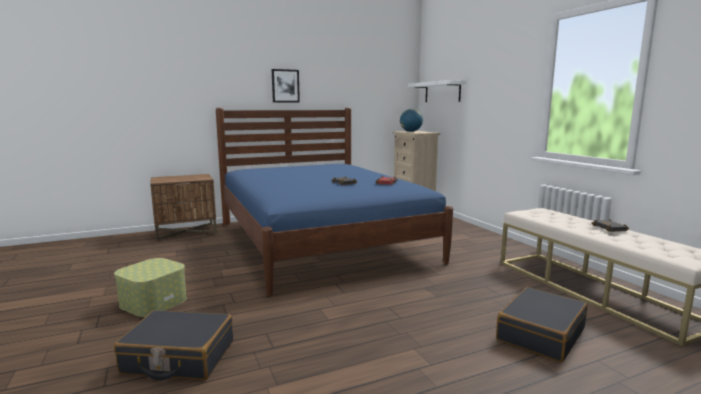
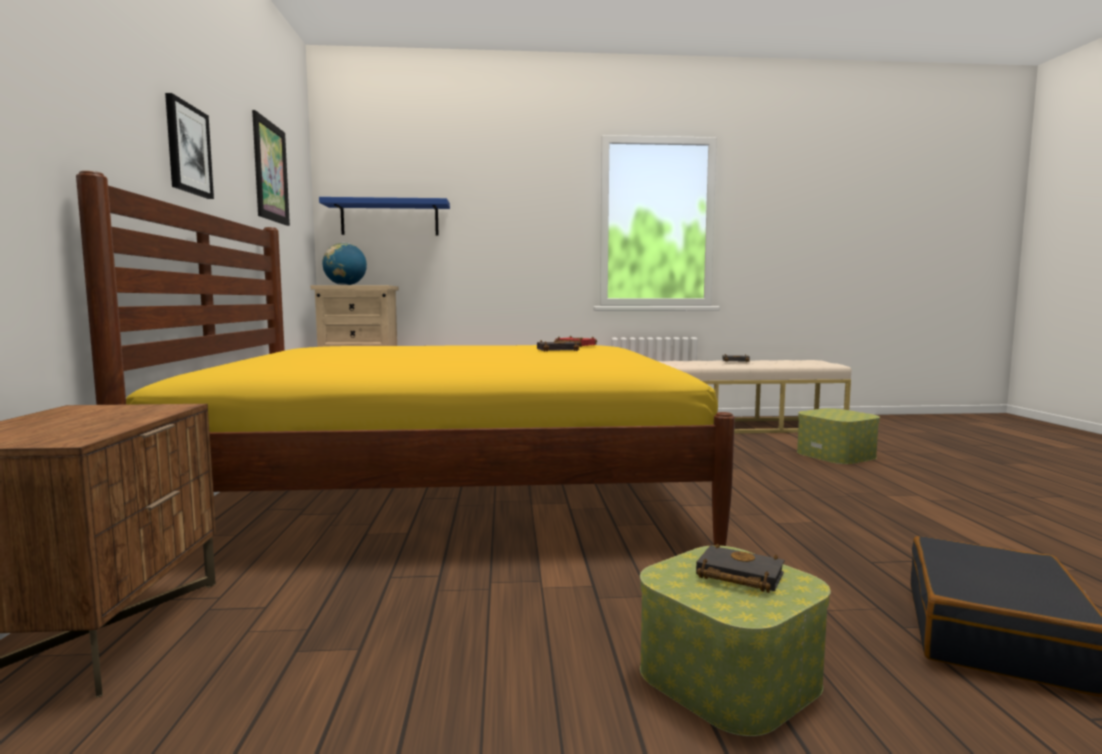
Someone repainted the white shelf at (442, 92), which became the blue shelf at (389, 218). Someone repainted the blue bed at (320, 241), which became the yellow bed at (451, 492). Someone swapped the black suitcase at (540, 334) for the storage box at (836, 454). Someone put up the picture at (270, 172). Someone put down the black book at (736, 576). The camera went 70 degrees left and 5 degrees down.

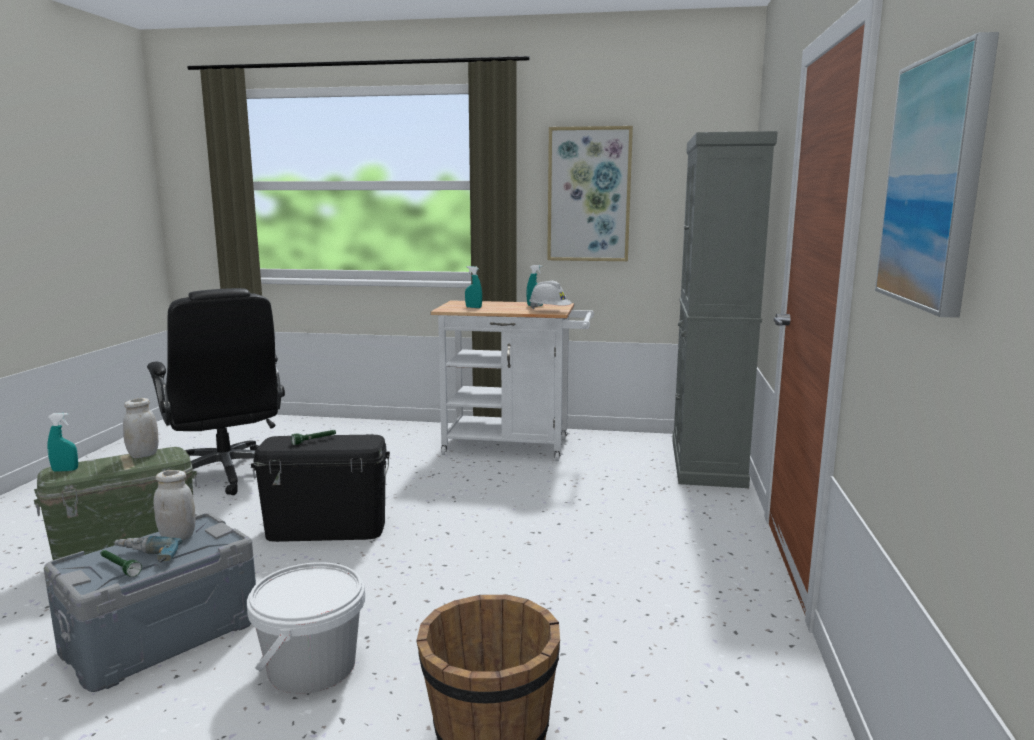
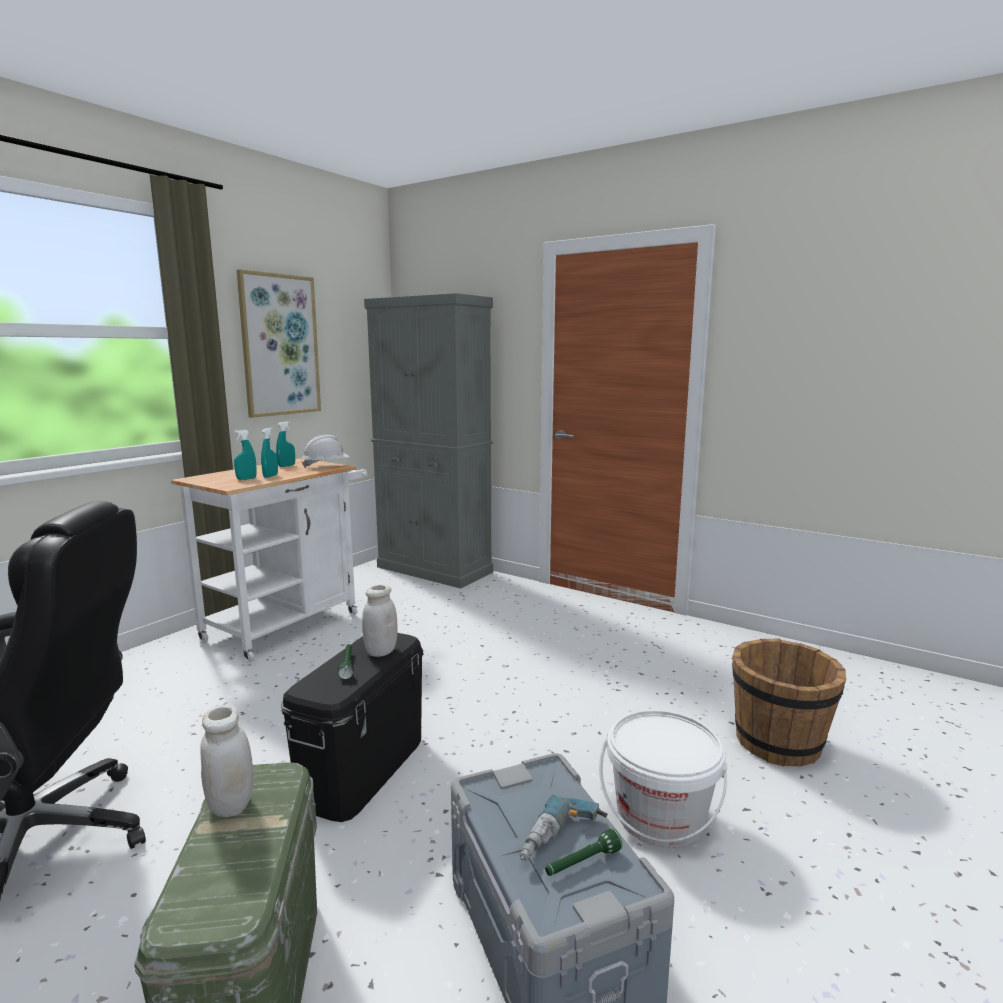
Someone took away the picture at (935, 182). Someone carried the turquoise spray bottle from (65, 470) to (270, 476). Someone carried the white jar from (177, 537) to (380, 651). The camera went 65 degrees left and 0 degrees up.

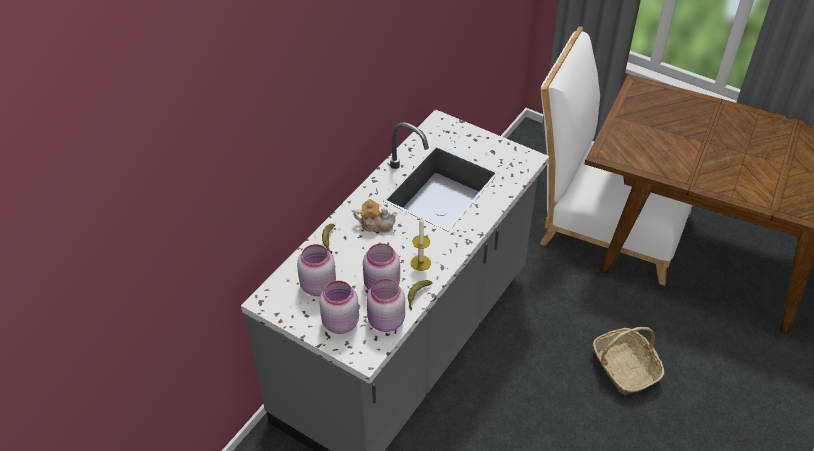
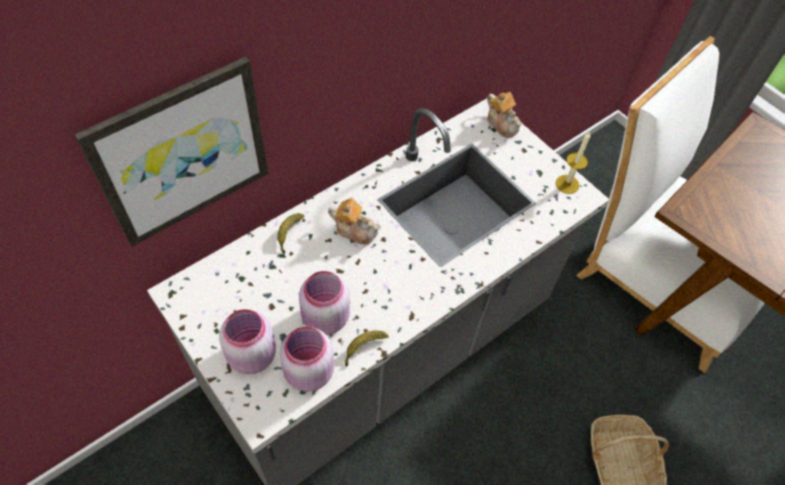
Someone carried the candle from (420, 263) to (567, 184). Someone took away the pink jar at (317, 285). Someone put up the picture at (182, 153). Someone put down the teapot at (502, 124). The camera went 15 degrees right and 10 degrees up.

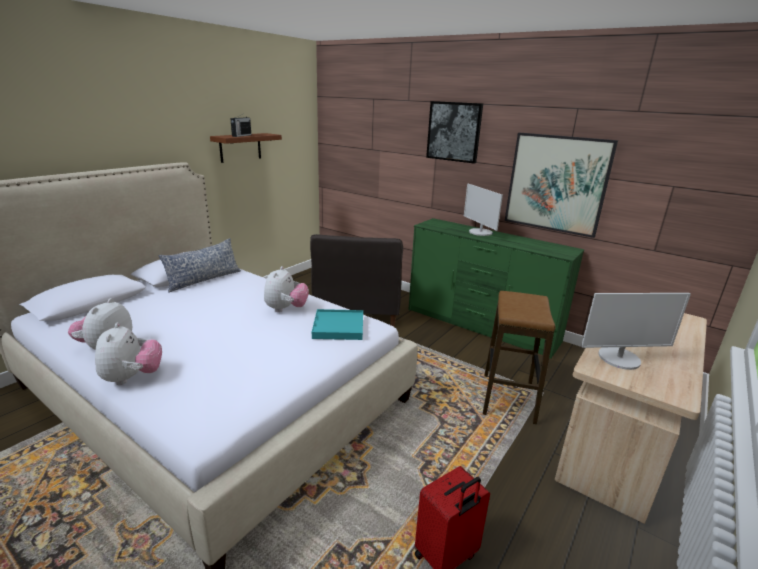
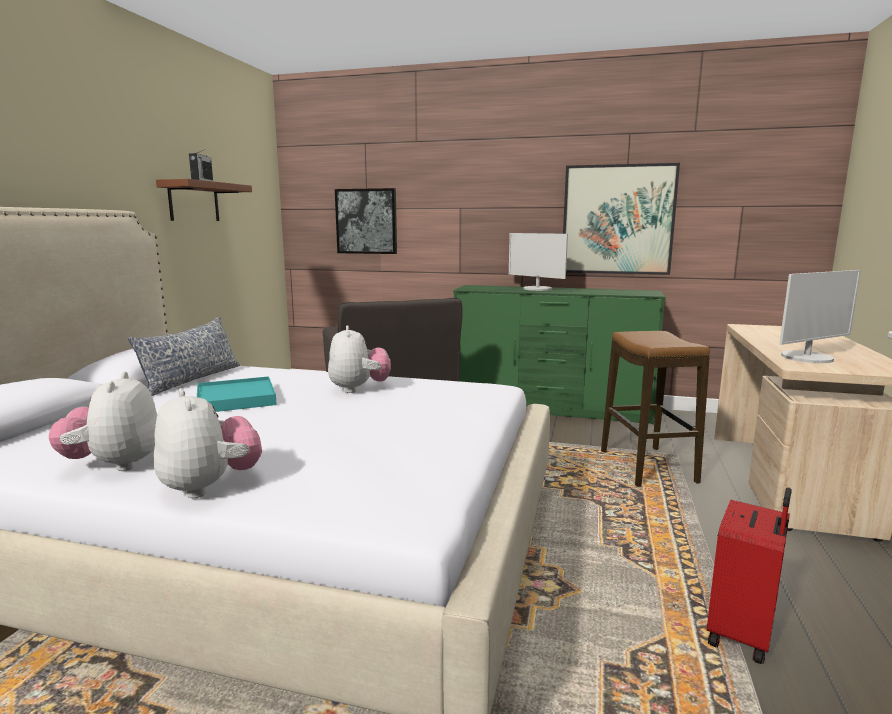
Someone carried the picture from (454, 131) to (366, 221). Someone carried the turquoise tray from (338, 327) to (236, 399). The camera went 20 degrees left and 10 degrees down.

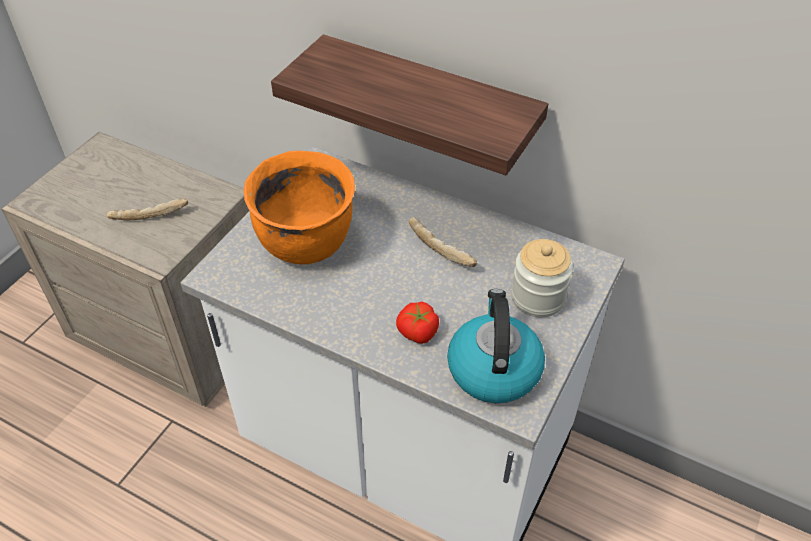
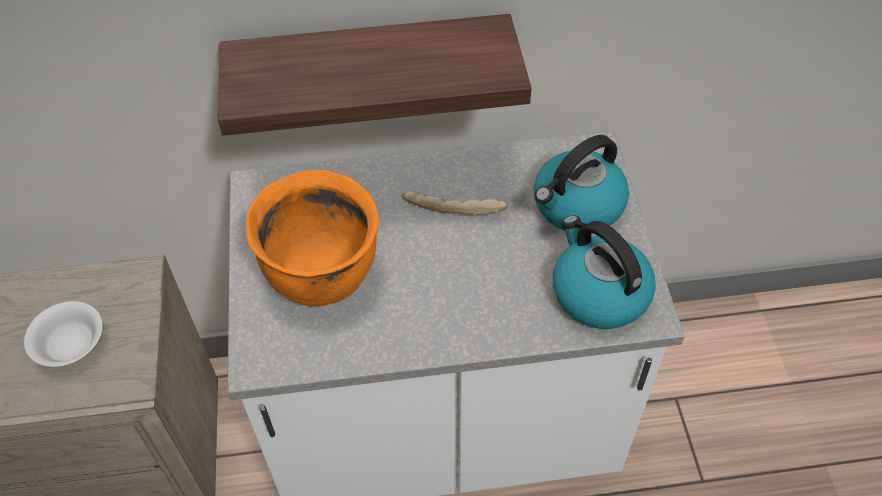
Someone swapped the bread at (149, 215) for the white bowl at (71, 344). Someone swapped the jar at (537, 297) for the kettle at (577, 206). Someone took away the tomato at (417, 331). The camera went 35 degrees left and 5 degrees up.

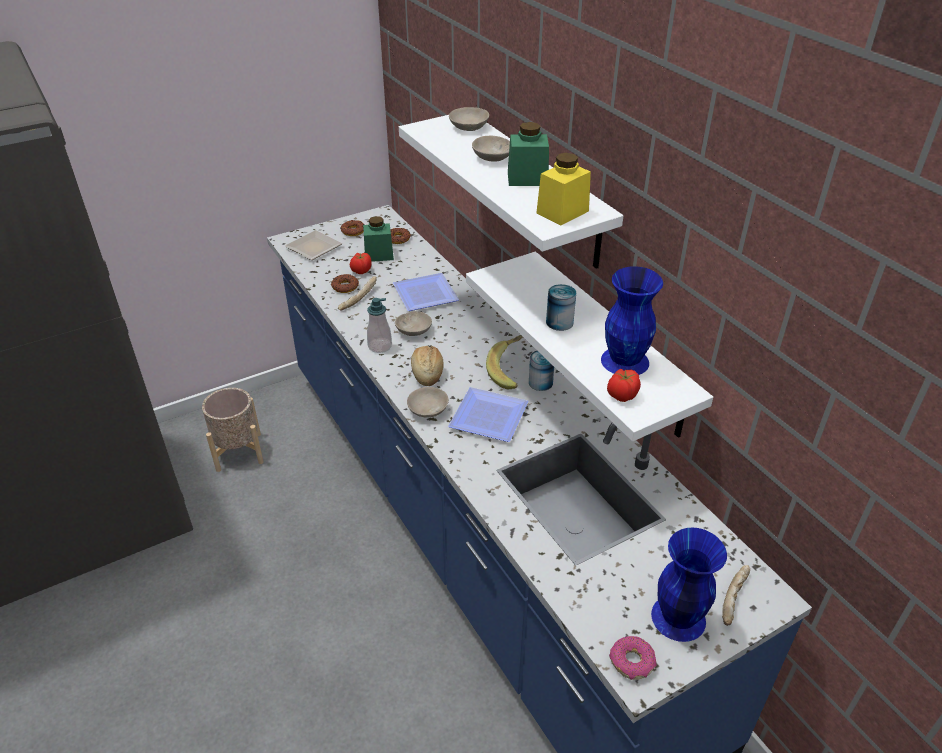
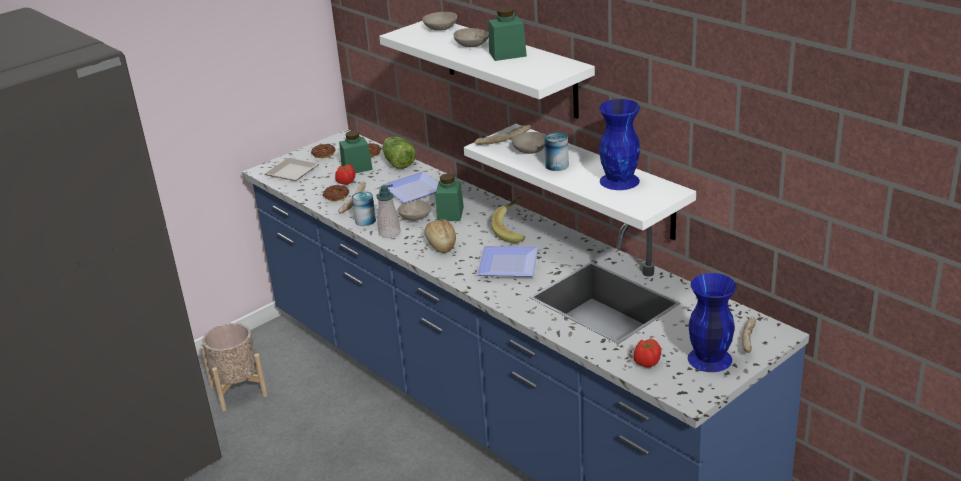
Someone took away the yellow jar at (562, 212). Someone carried the can from (540, 383) to (365, 221). Someone carried the tomato from (622, 395) to (646, 362). Someone carried the beige bowl from (428, 409) to (530, 150). Someone took away the donut at (632, 662). Someone put down the bread at (503, 140). Someone put down the lettuce at (398, 162). Someone put down the green jar at (450, 214). The camera went 10 degrees left and 10 degrees down.

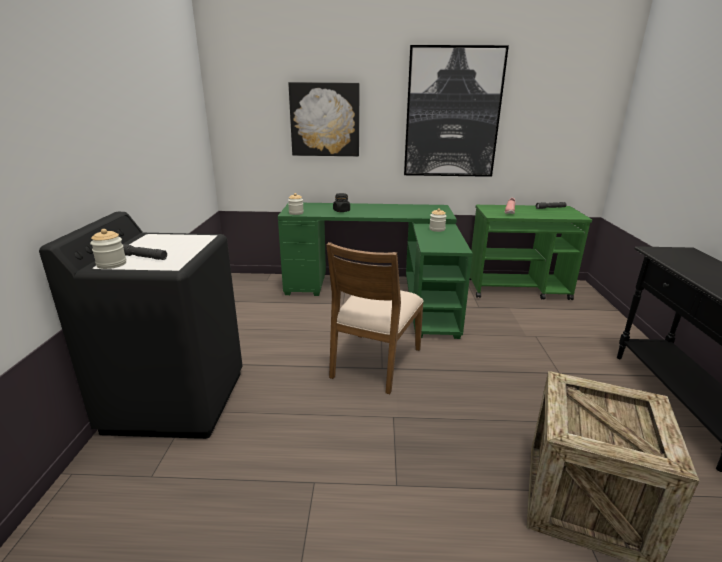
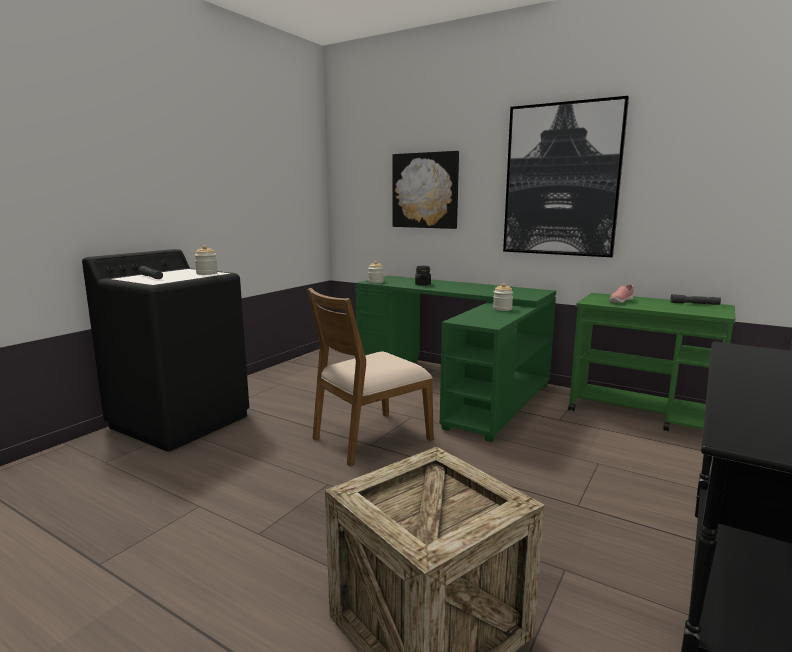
Someone carried the jar from (111, 264) to (207, 273). The camera went 30 degrees right and 10 degrees down.

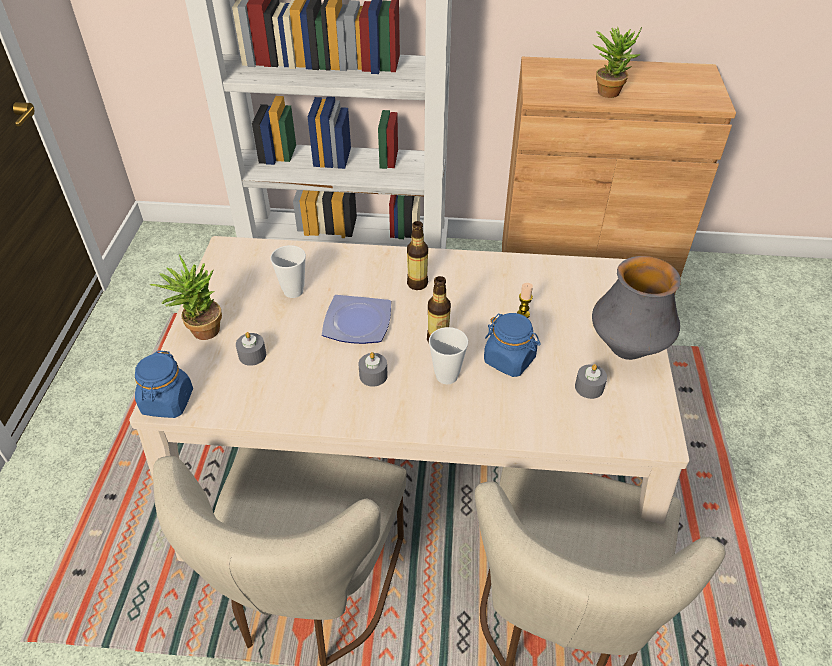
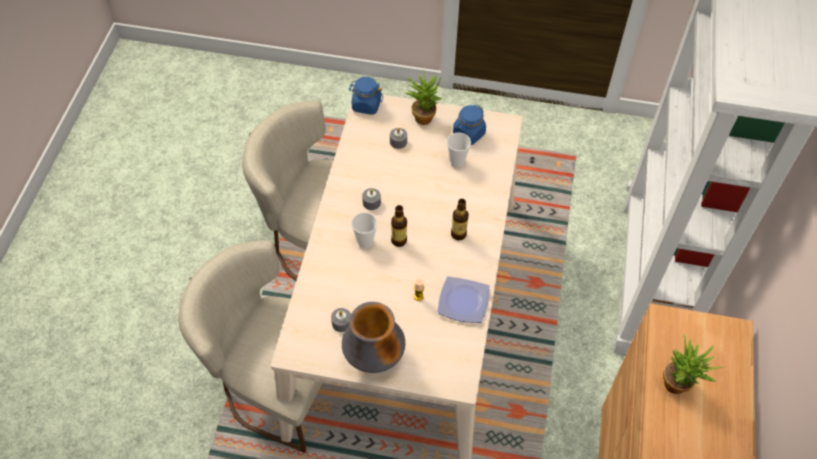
Someone carried the plate from (359, 322) to (464, 303). Someone carried the blue jar from (509, 360) to (468, 134). The camera went 95 degrees right and 10 degrees up.

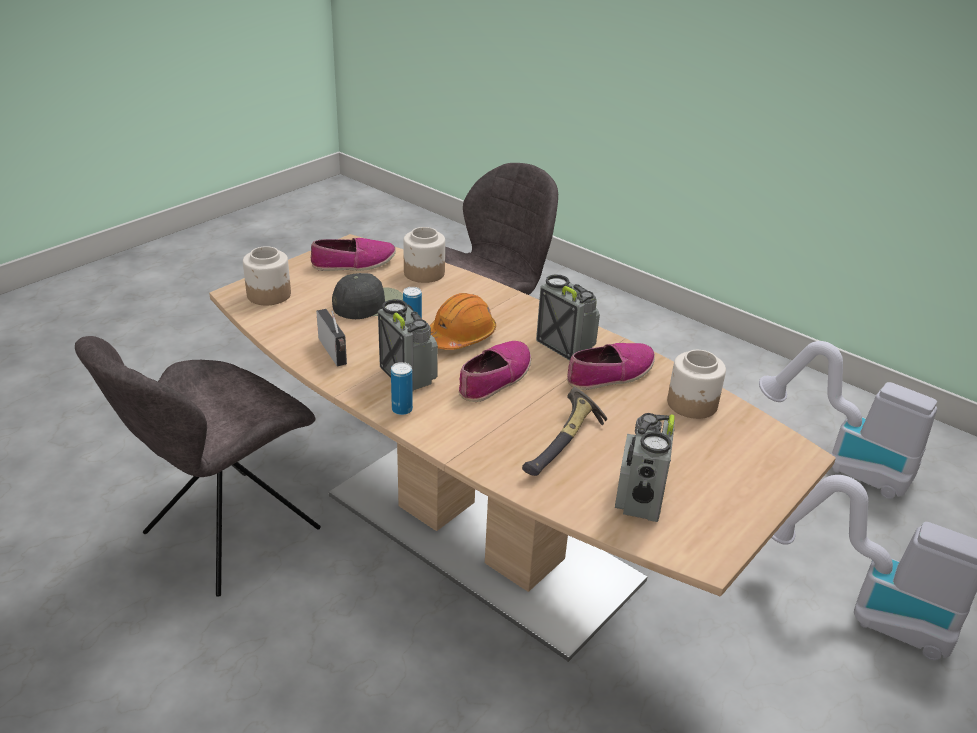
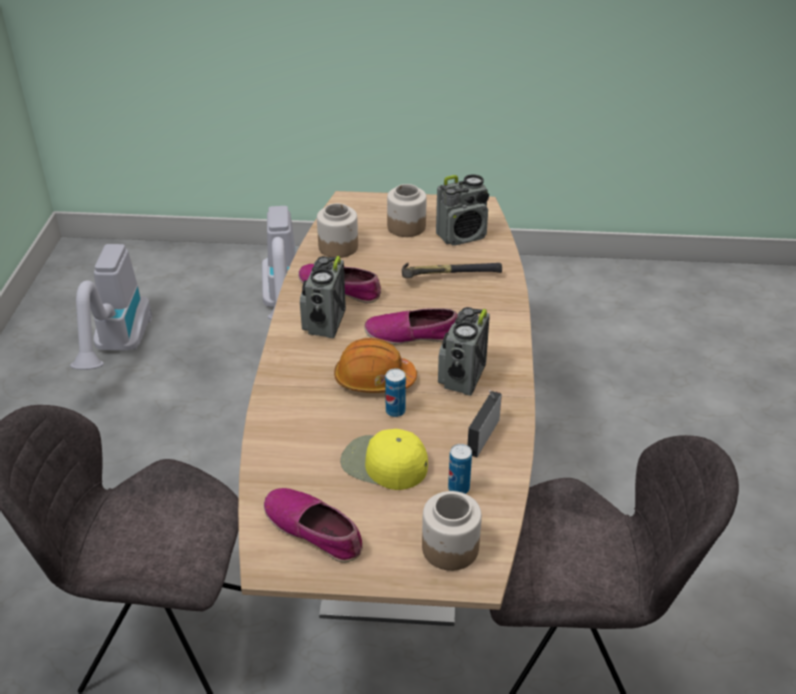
Someone carried the jar from (424, 273) to (406, 226). Someone repainted the black cap at (370, 304), which became the yellow cap at (383, 463). Someone carried the can from (402, 409) to (458, 488). The camera went 125 degrees left and 5 degrees up.

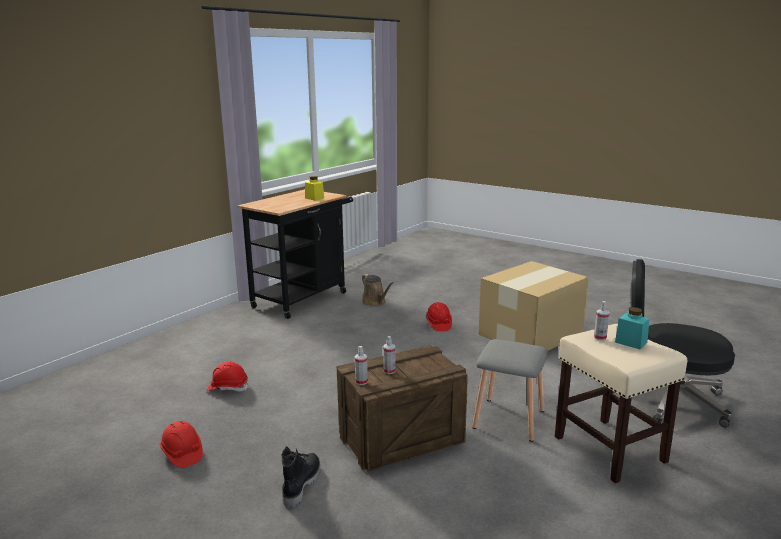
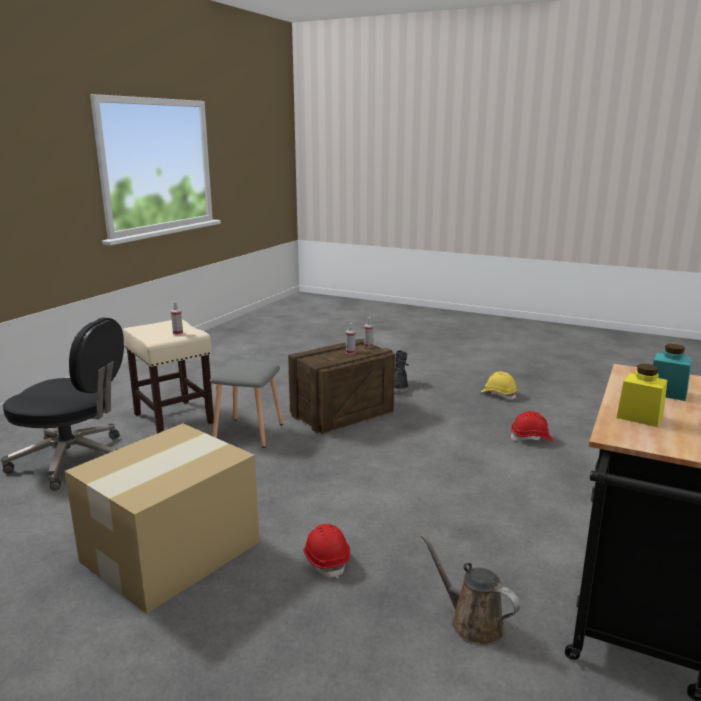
Someone carried the turquoise jar from (631, 342) to (667, 392). Someone repainted the red hard hat at (182, 454), which became the yellow hard hat at (498, 394). The camera went 170 degrees right and 0 degrees up.

